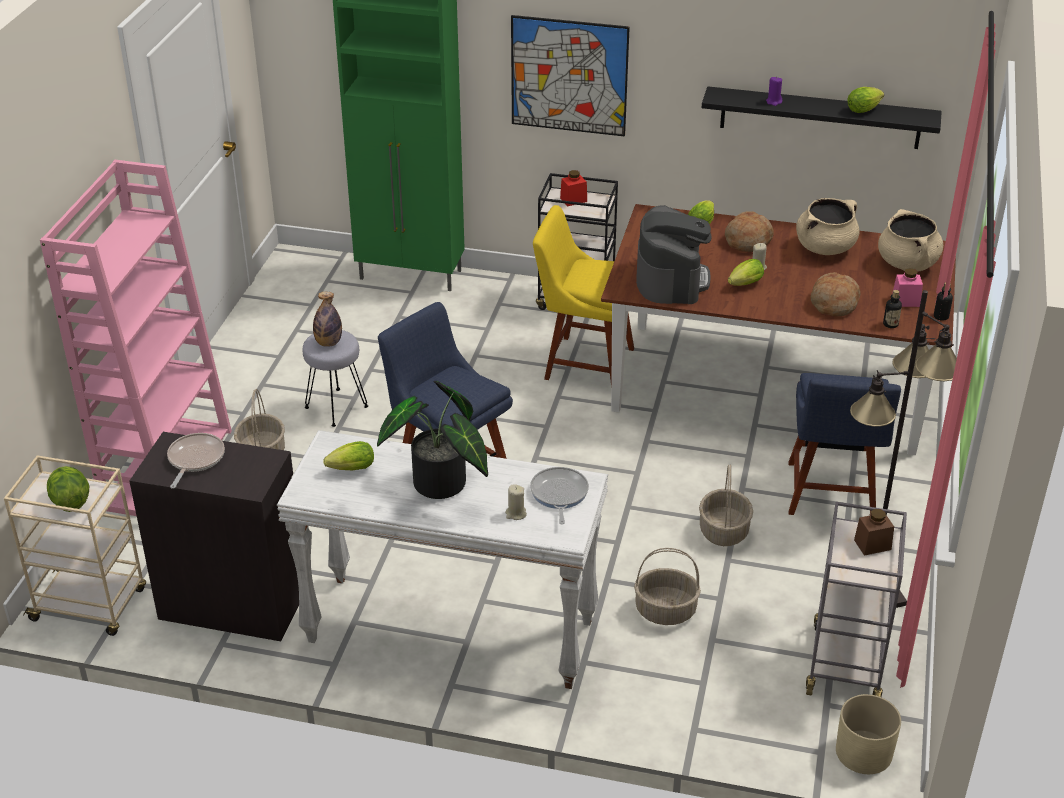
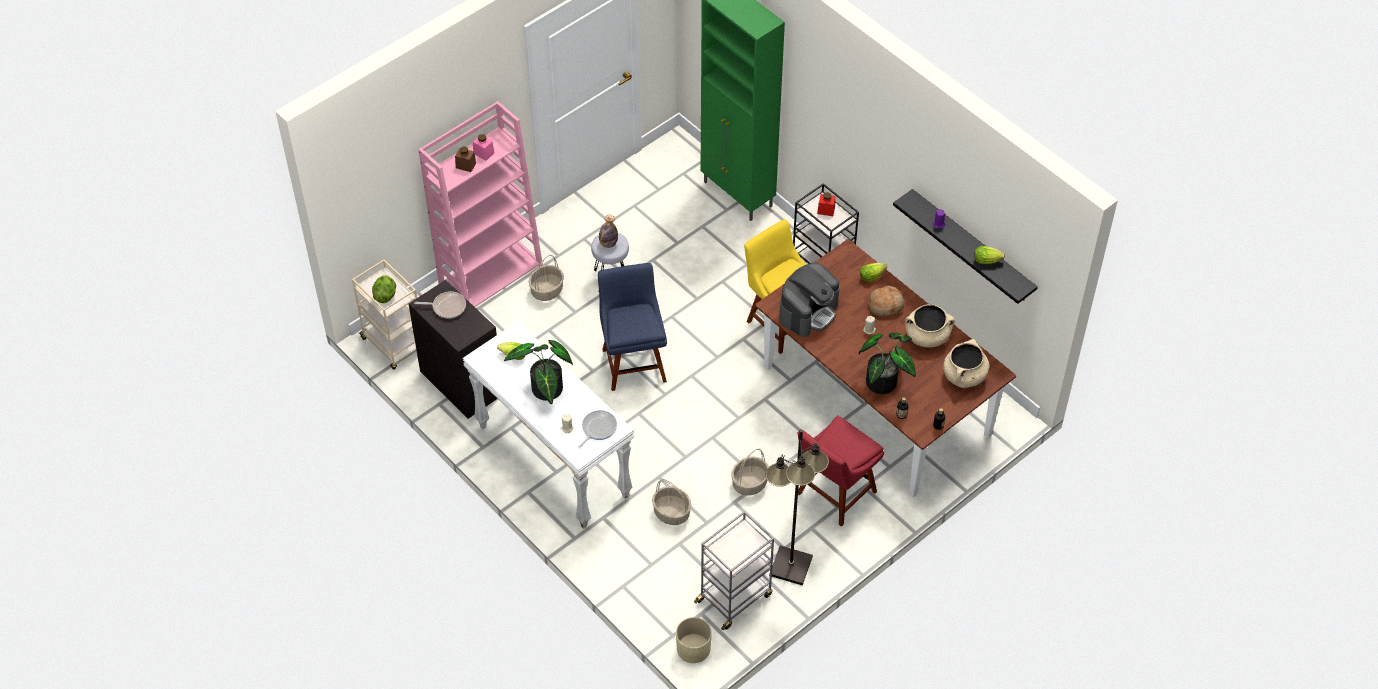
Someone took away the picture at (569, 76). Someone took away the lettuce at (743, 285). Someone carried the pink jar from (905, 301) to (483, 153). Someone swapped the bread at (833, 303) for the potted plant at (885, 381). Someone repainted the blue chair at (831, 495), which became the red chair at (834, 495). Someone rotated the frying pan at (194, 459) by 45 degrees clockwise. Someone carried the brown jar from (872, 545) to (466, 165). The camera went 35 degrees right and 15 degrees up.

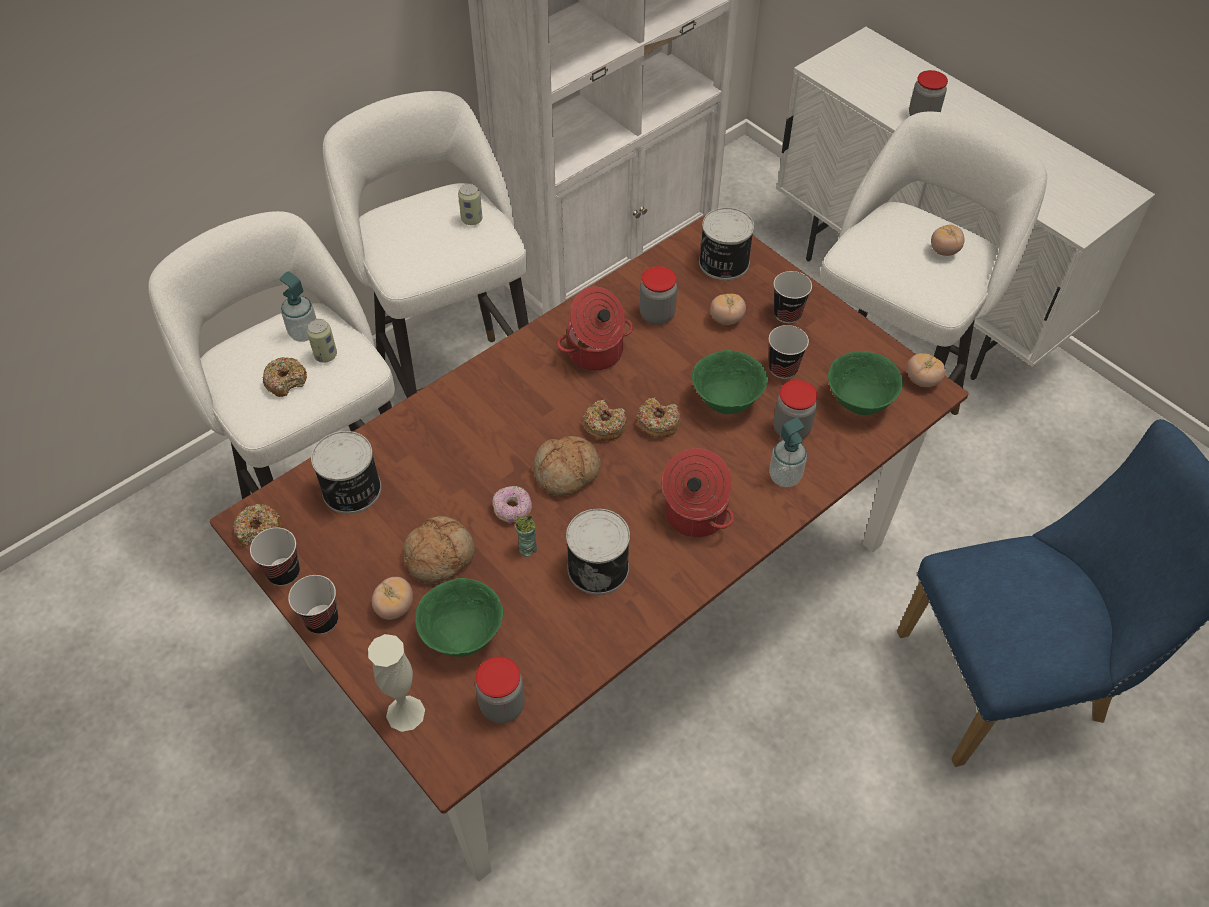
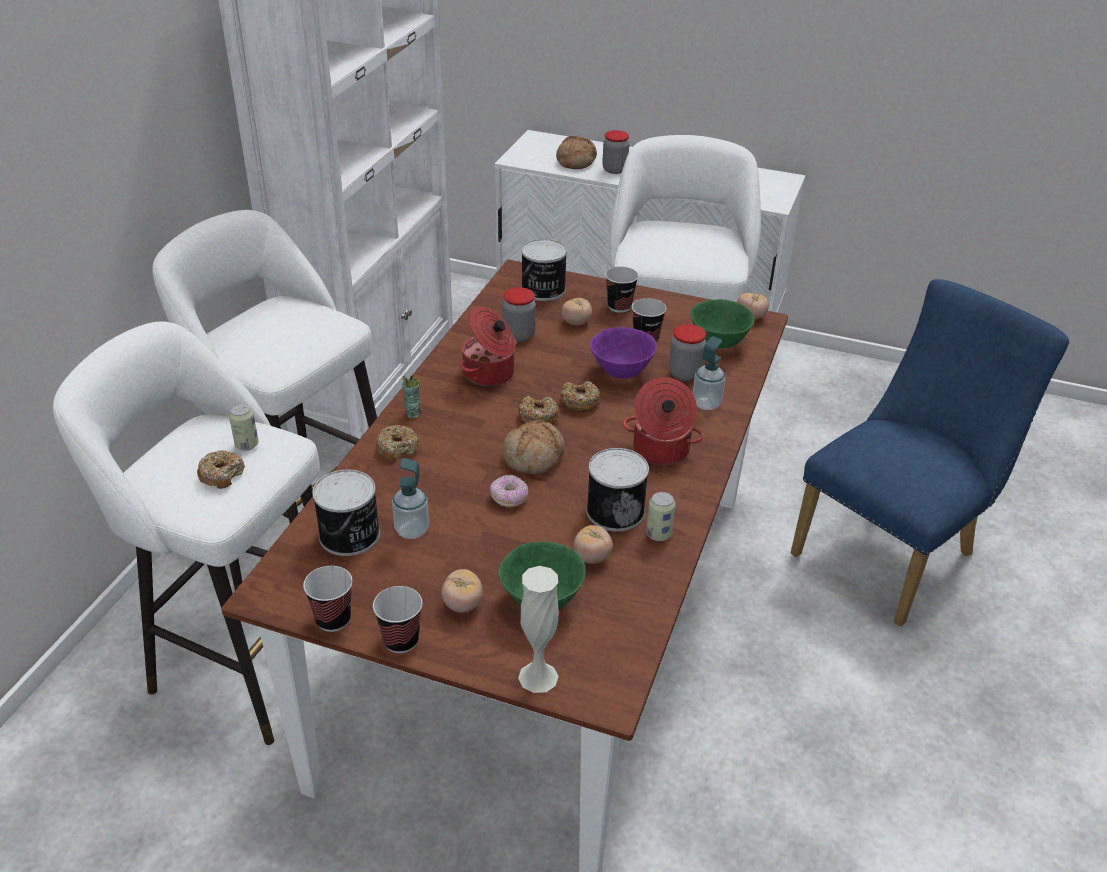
Someone carried the can from (472, 220) to (658, 534). Someone carried the tomato from (944, 251) to (592, 557). Someone carried the soap dispenser from (304, 333) to (412, 530). Someone repainted the green bowl at (726, 401), which became the purple bowl at (621, 372). Someone carried the donut from (259, 530) to (397, 448). Someone carried the cup from (527, 548) to (412, 413). Someone carried the bread from (439, 555) to (575, 161). Someone took away the jar at (502, 705). The camera went 30 degrees left and 15 degrees down.

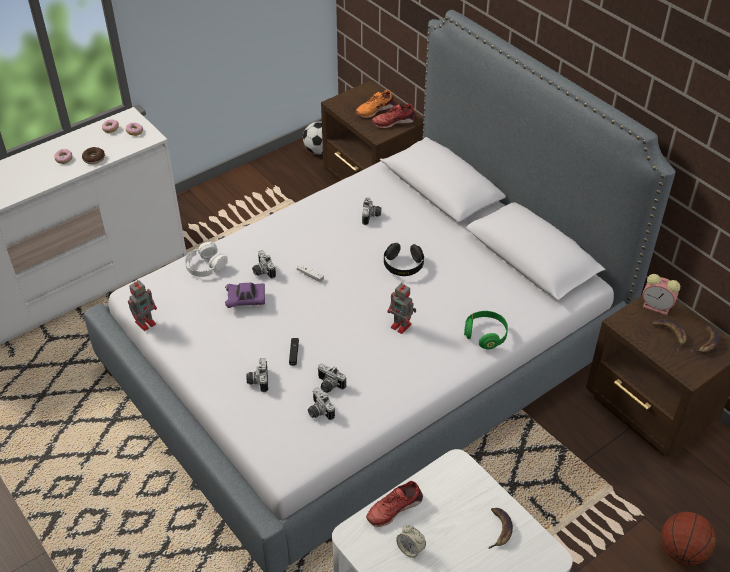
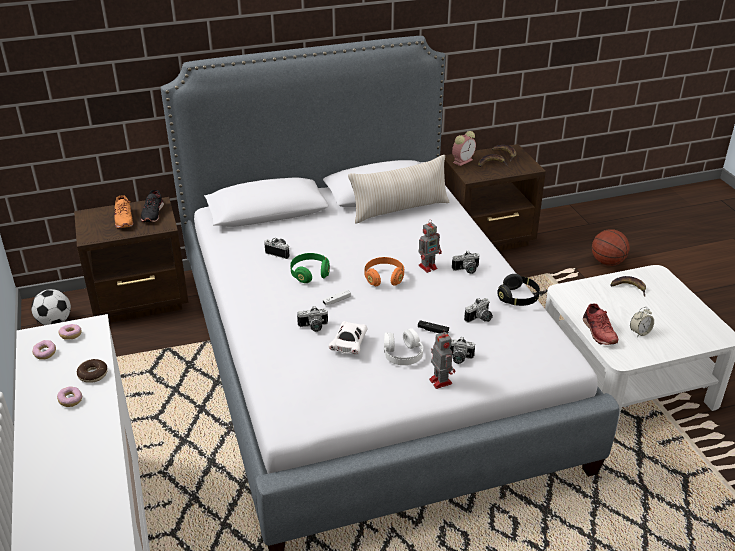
Someone repainted the red shoe at (393, 121), which became the black shoe at (152, 213). Someone carried the white headphones from (205, 265) to (402, 353). Someone carried the black headphones from (403, 266) to (518, 298). Someone carried the toy robot from (146, 322) to (440, 380). Someone repainted the purple toy car at (246, 300), which became the white toy car at (349, 344). Someone carried the green headphones from (485, 335) to (310, 274). Someone carried the photo camera from (318, 411) to (467, 270). Someone put down the beige pillow at (400, 209). Someone put down the orange headphones at (384, 278). The camera went 70 degrees left and 10 degrees down.

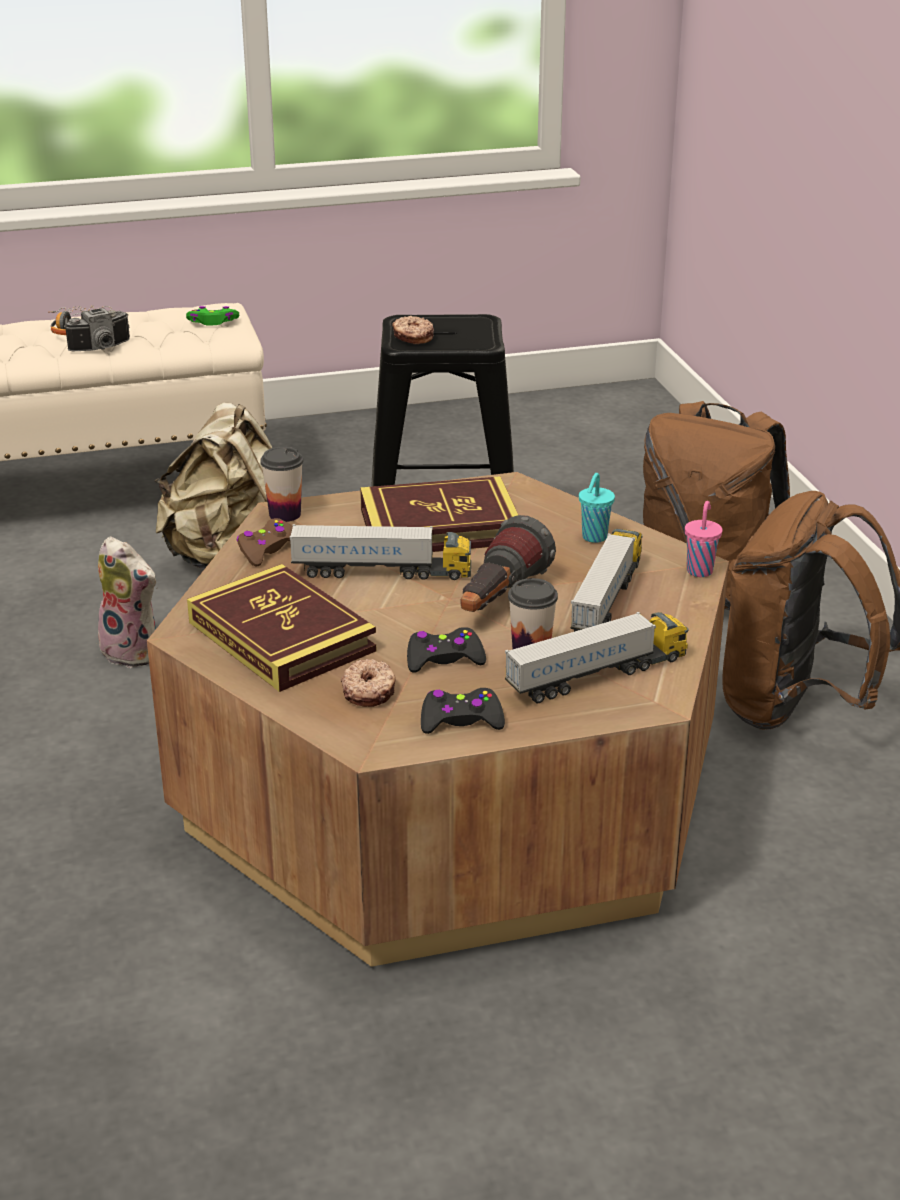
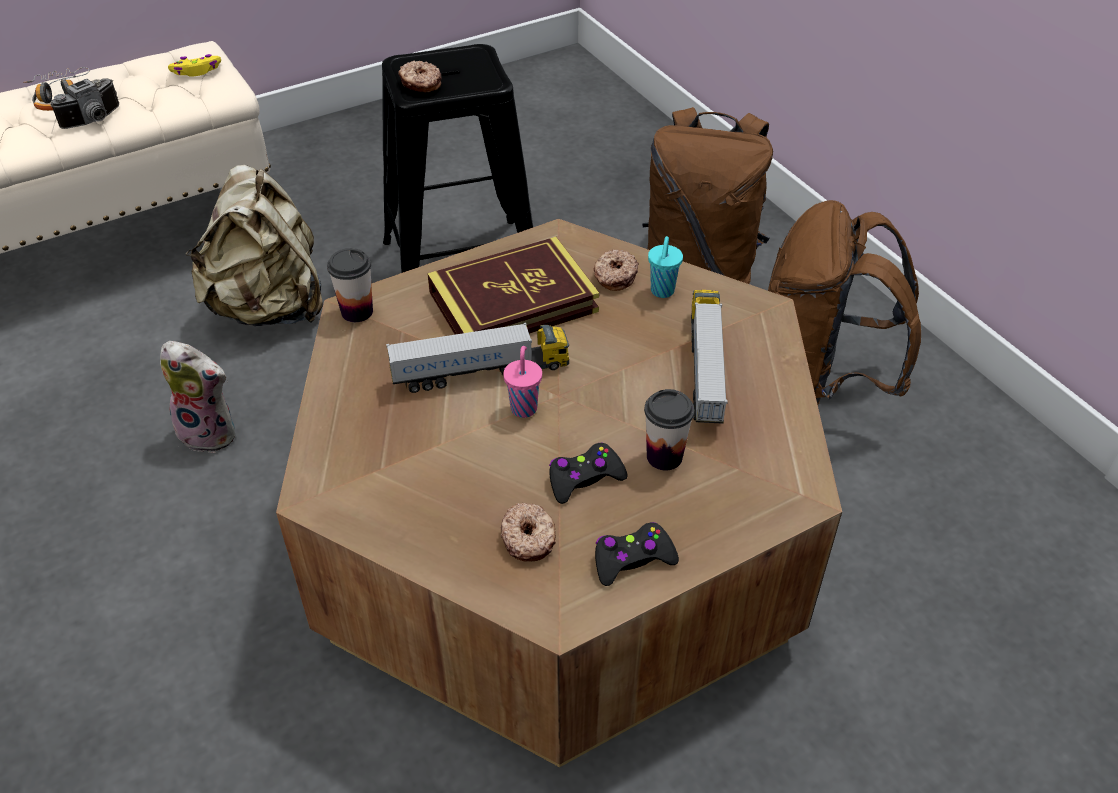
Someone repainted the green game controller at (213, 322), which became the yellow game controller at (197, 71). Someone carried the pink cup from (700, 570) to (524, 407). Someone took away the flashlight at (499, 601). Someone took away the brown game controller at (268, 550). Someone took away the book at (281, 636). Someone took away the toy truck at (597, 676). Someone put down the donut at (614, 276). The camera went 15 degrees left and 15 degrees up.

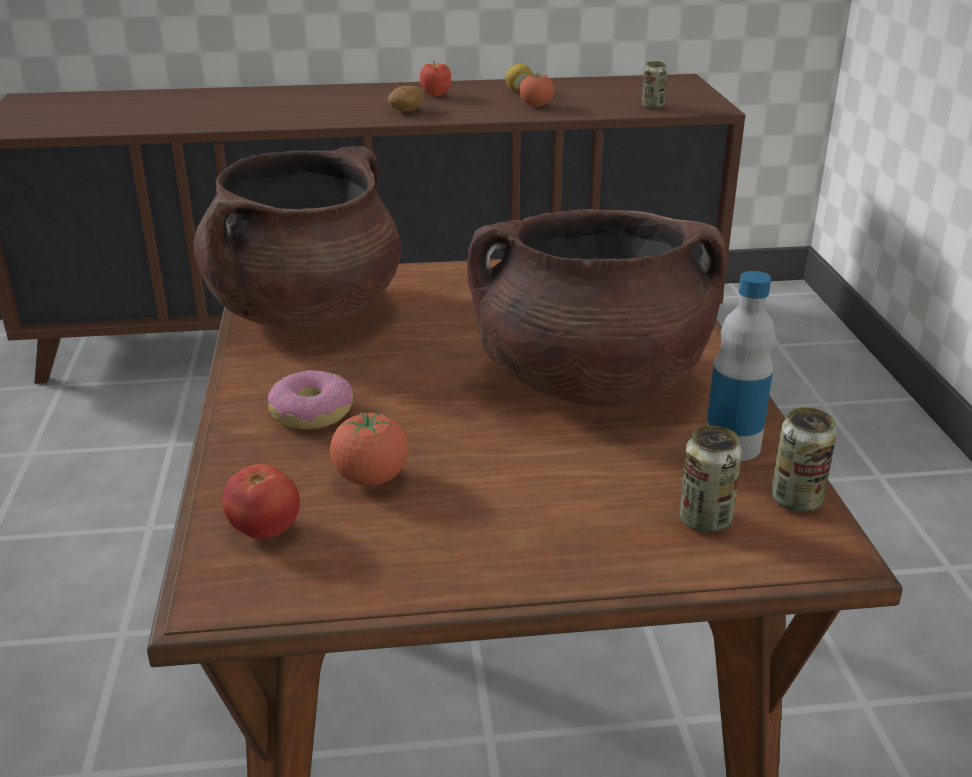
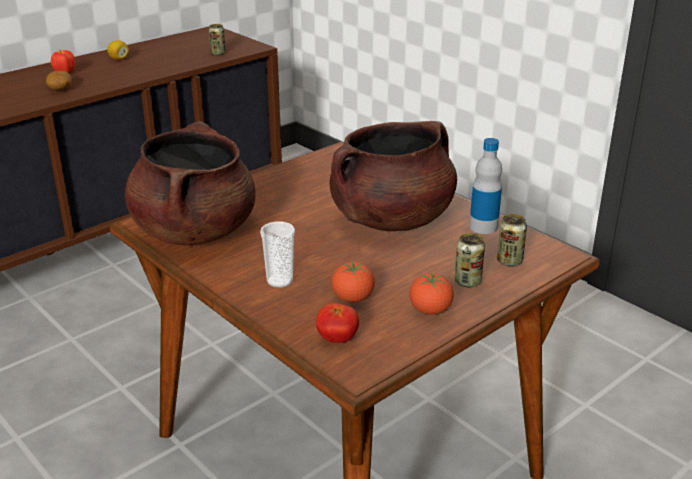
Someone carried the tomato from (536, 106) to (430, 310). Someone swapped the donut at (311, 413) for the cup at (280, 281). Someone carried the can from (796, 500) to (467, 282). The camera went 35 degrees left and 0 degrees up.

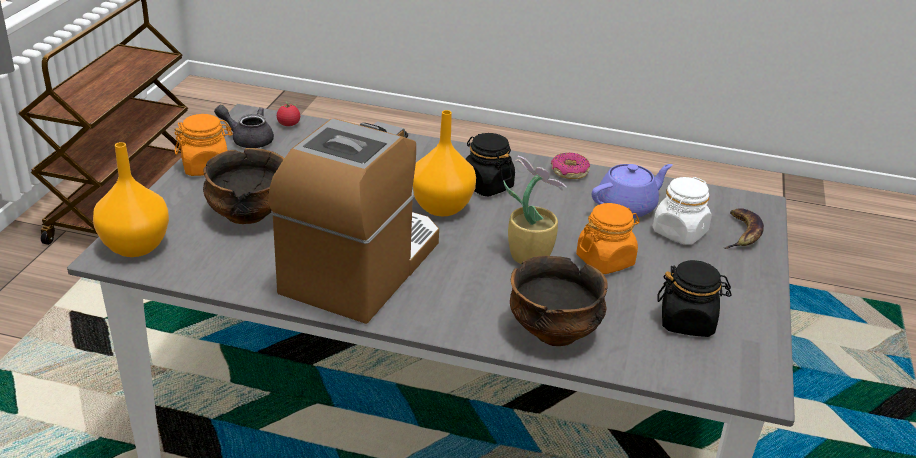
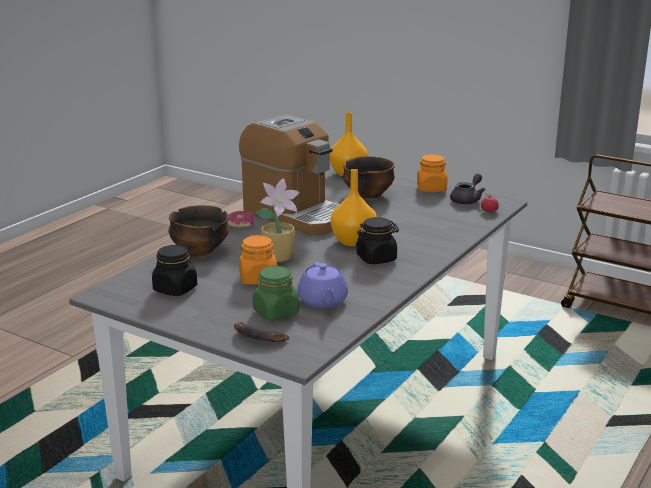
Someone carried the donut from (569, 172) to (240, 224). Someone repainted the white jar at (679, 232), which became the green jar at (275, 312). The camera went 110 degrees right and 10 degrees down.

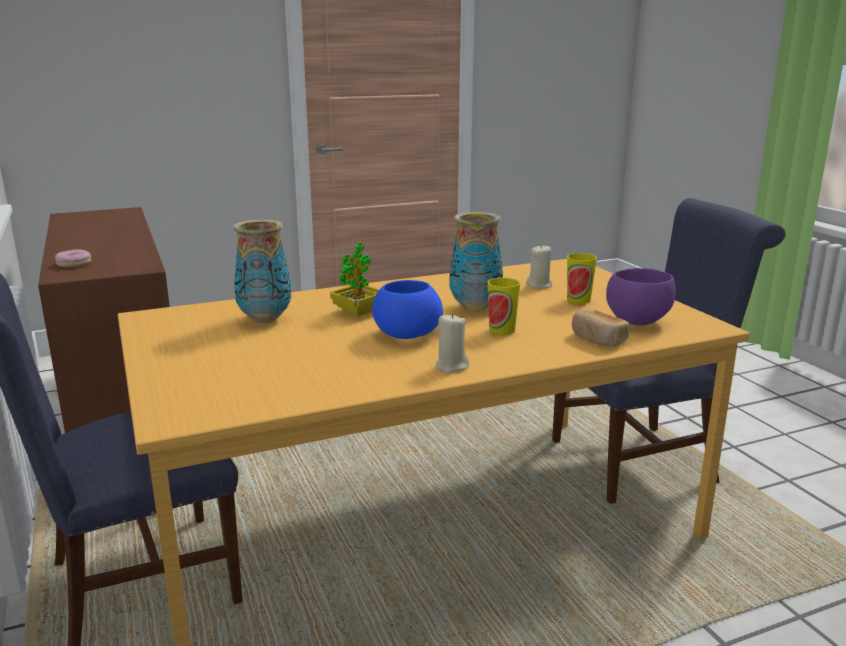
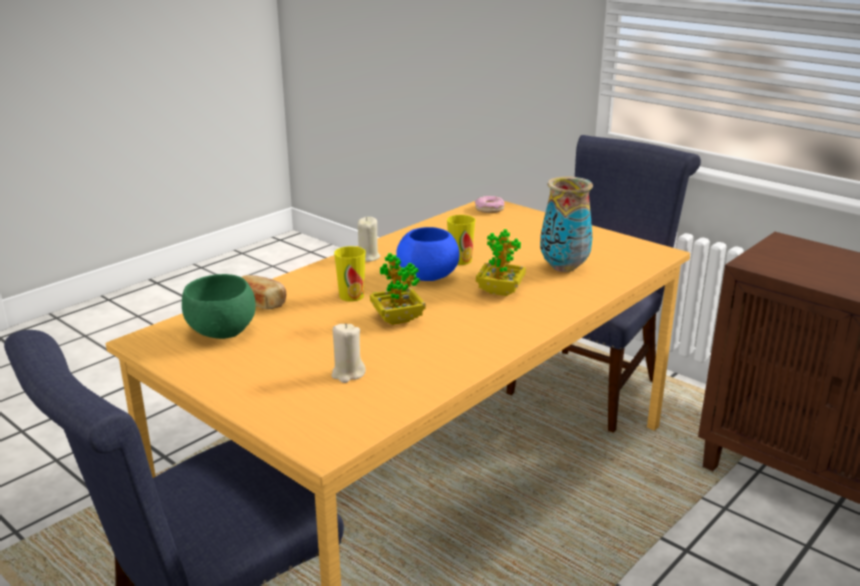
Someone swapped the vase at (474, 307) for the potted plant at (397, 319). Someone carried the donut from (74, 264) to (489, 209). Someone carried the cup from (578, 300) to (460, 260). Someone repainted the purple bowl at (635, 321), which became the green bowl at (224, 333). The camera went 155 degrees right and 5 degrees up.

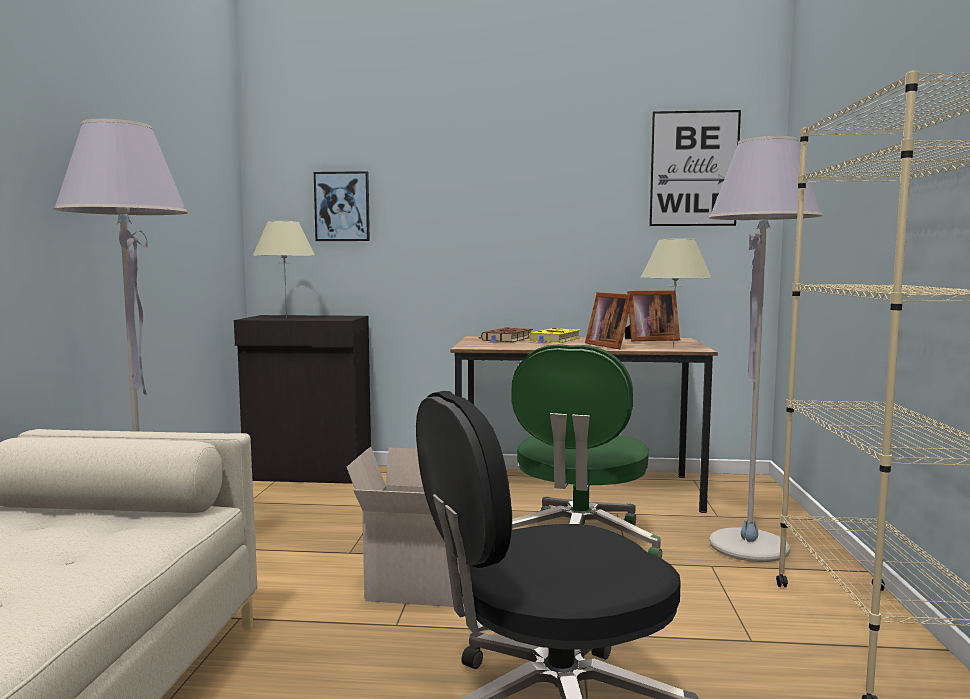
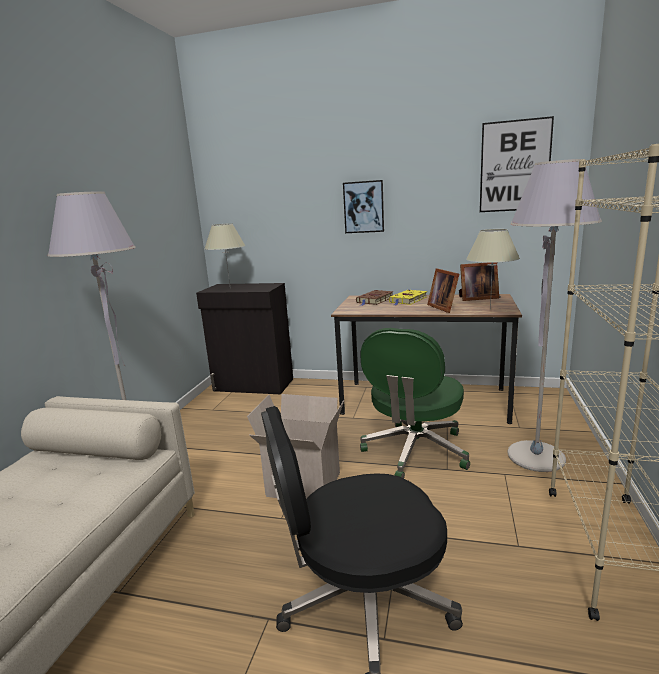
Someone carried the picture from (342, 206) to (364, 207). The camera went 10 degrees right and 10 degrees up.

